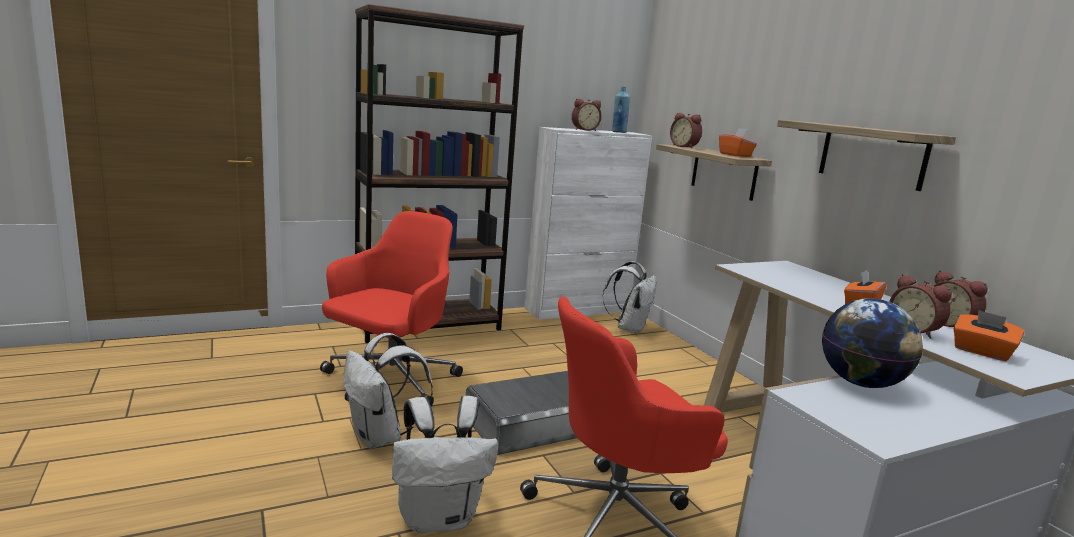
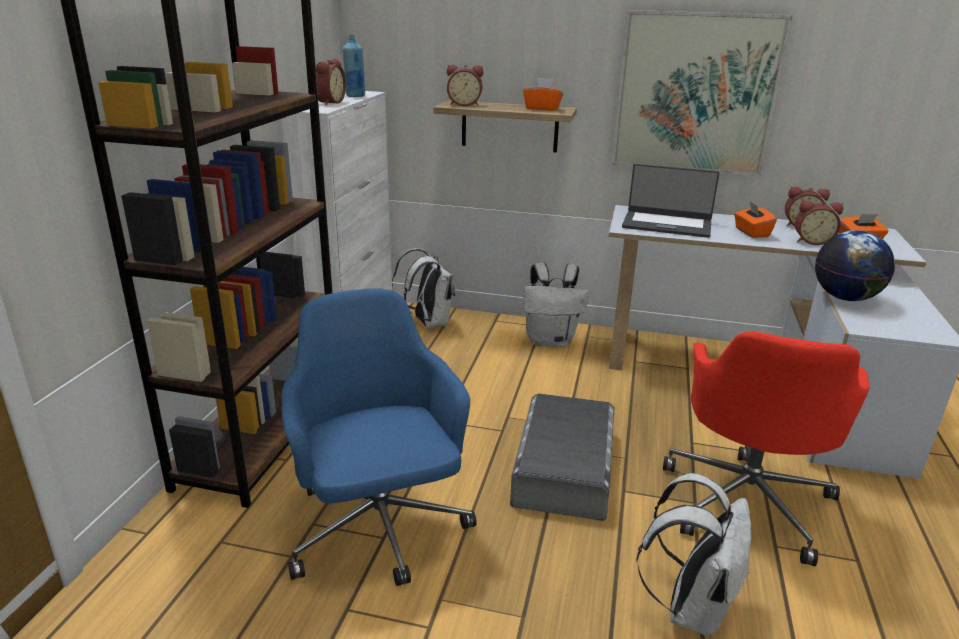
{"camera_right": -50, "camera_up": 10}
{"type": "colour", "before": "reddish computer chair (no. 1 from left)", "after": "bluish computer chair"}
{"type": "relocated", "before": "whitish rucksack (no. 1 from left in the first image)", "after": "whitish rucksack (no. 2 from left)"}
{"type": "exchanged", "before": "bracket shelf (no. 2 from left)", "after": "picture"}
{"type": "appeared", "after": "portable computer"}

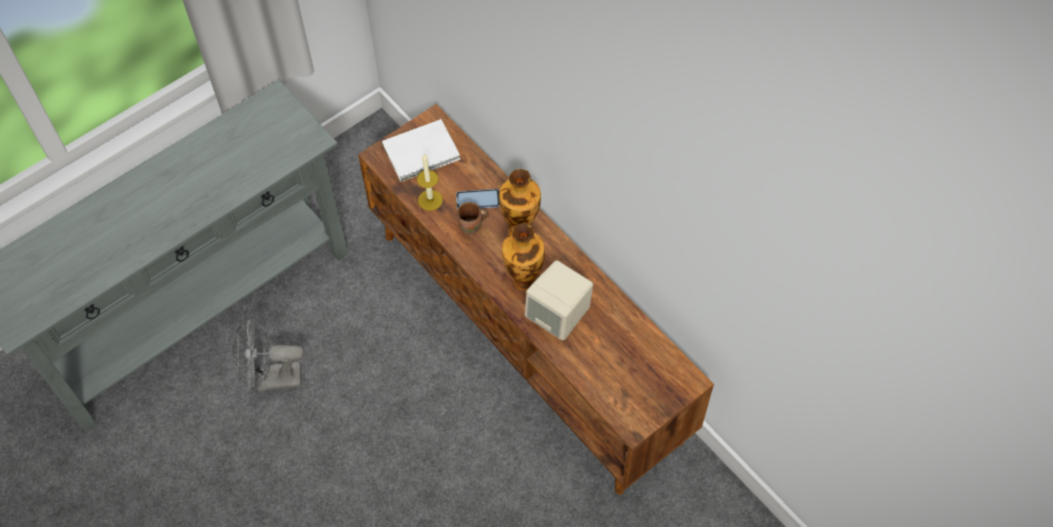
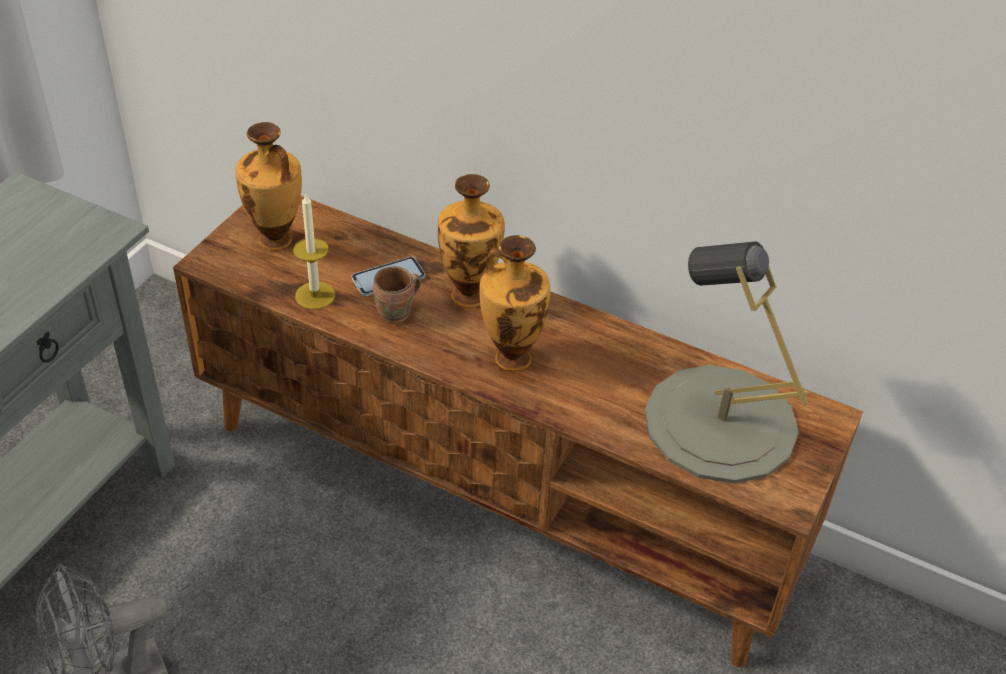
{"camera_right": -25, "camera_up": -15}
{"type": "exchanged", "before": "whitish bound book", "after": "vase (no. 1 from left)"}
{"type": "appeared", "after": "greyish tabletop lamp"}
{"type": "missing", "before": "beige audio speaker"}

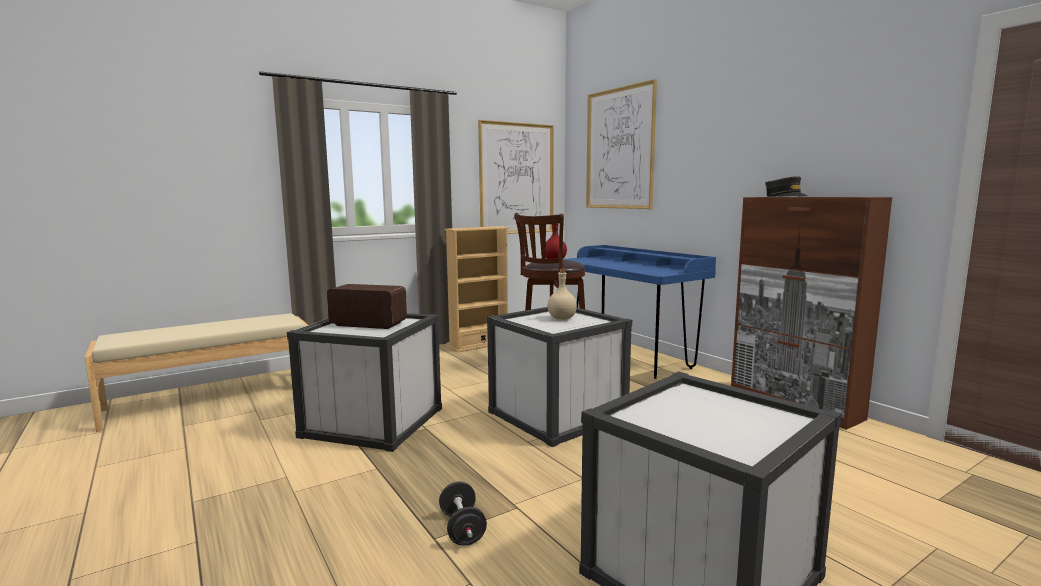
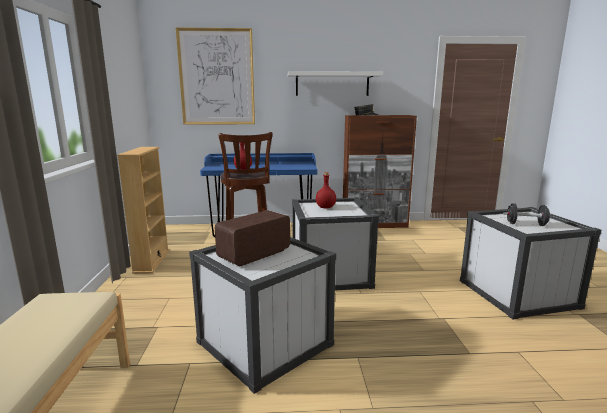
{"camera_right": -60, "camera_up": 5}
{"type": "appeared", "after": "whitish bracket shelf"}
{"type": "colour", "before": "beige drink bottle", "after": "reddish drink bottle (no. 2 from left)"}
{"type": "relocated", "before": "black free weight"}
{"type": "missing", "before": "picture (no. 1 from left)"}

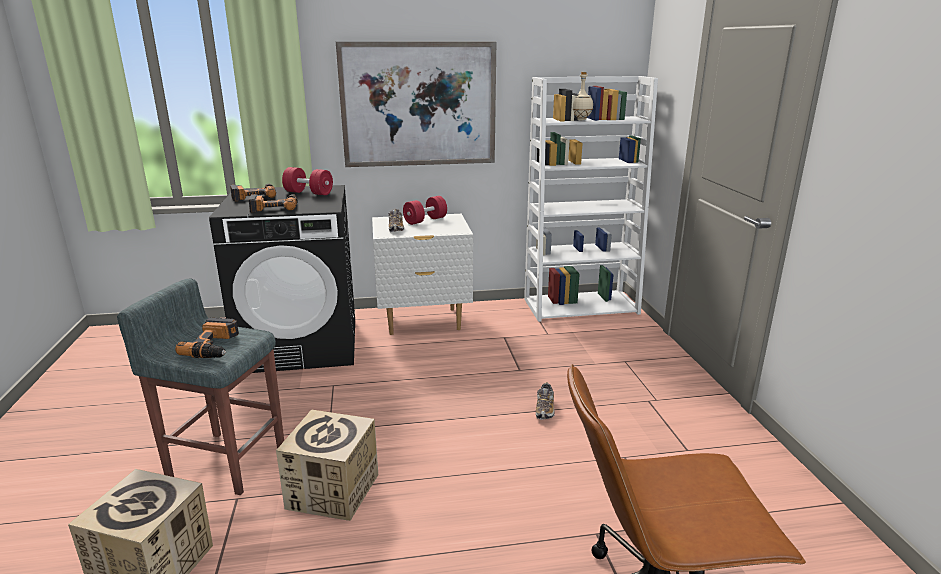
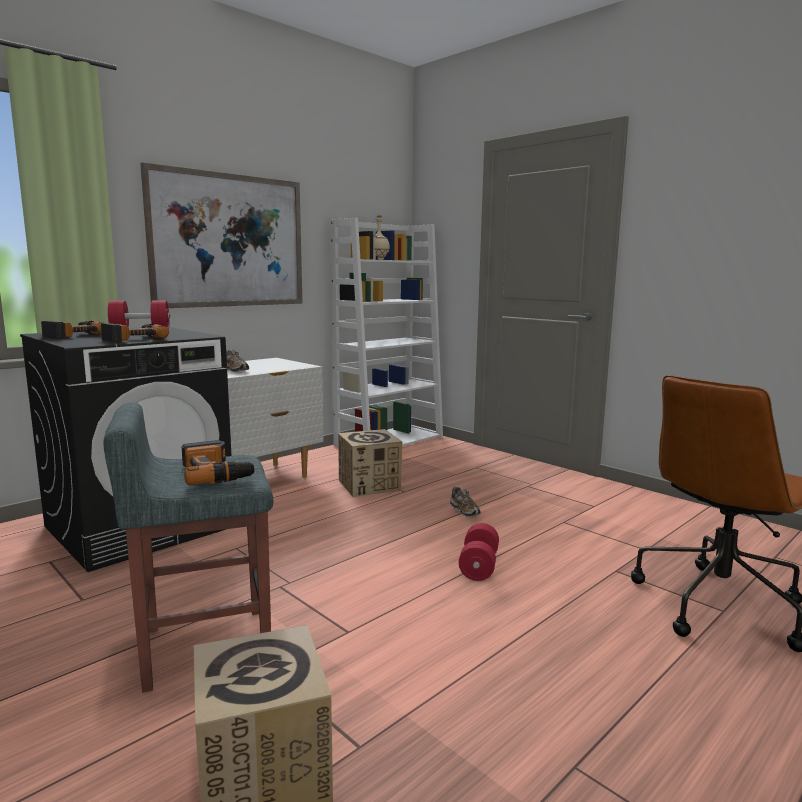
{"camera_right": -35, "camera_up": -10}
{"type": "relocated", "before": "cardboard box (no. 2 from left)"}
{"type": "relocated", "before": "reddish free weight (no. 2 from left)"}

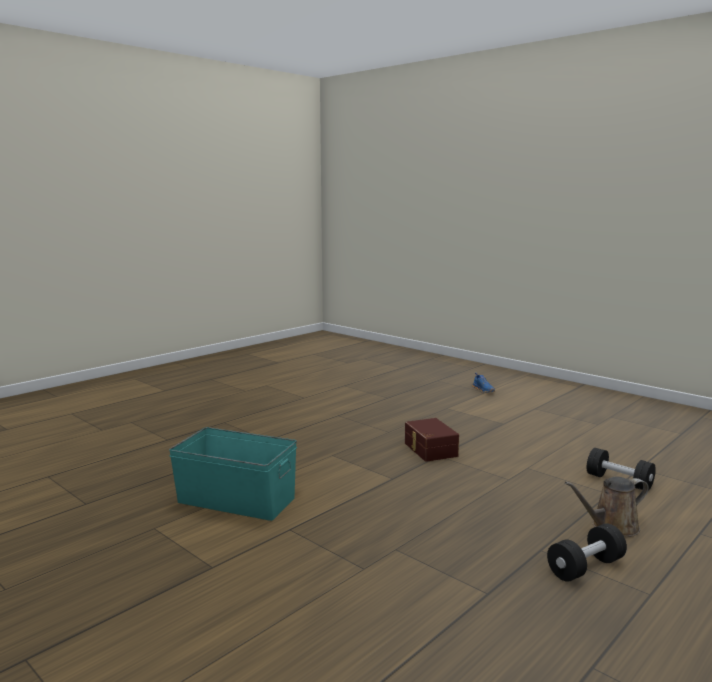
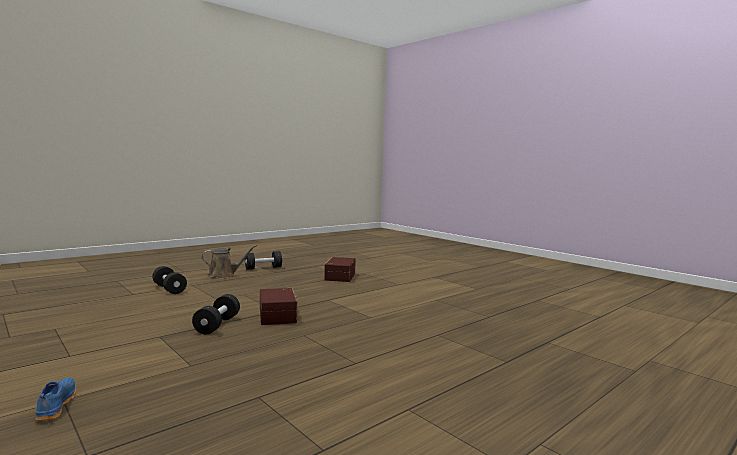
{"camera_right": -175, "camera_up": -5}
{"type": "appeared", "after": "black free weight (no. 2 from left)"}
{"type": "appeared", "after": "brown-coloured storage bin (no. 2 from left)"}
{"type": "missing", "before": "turquoise-coloured storage bin"}

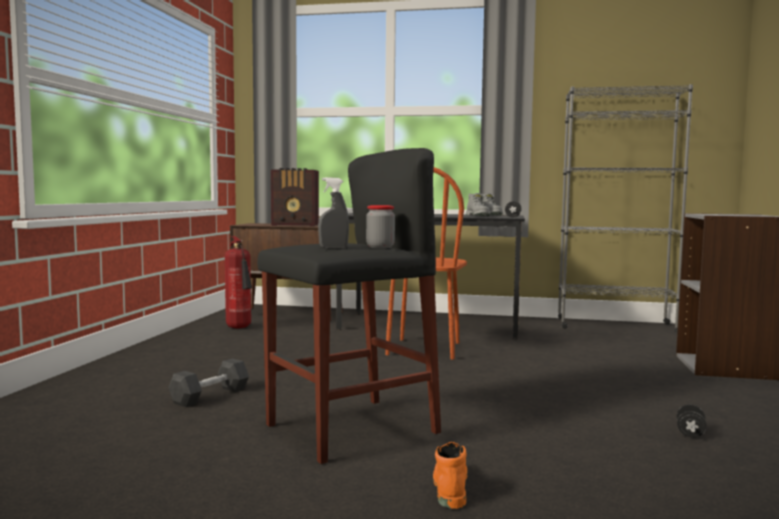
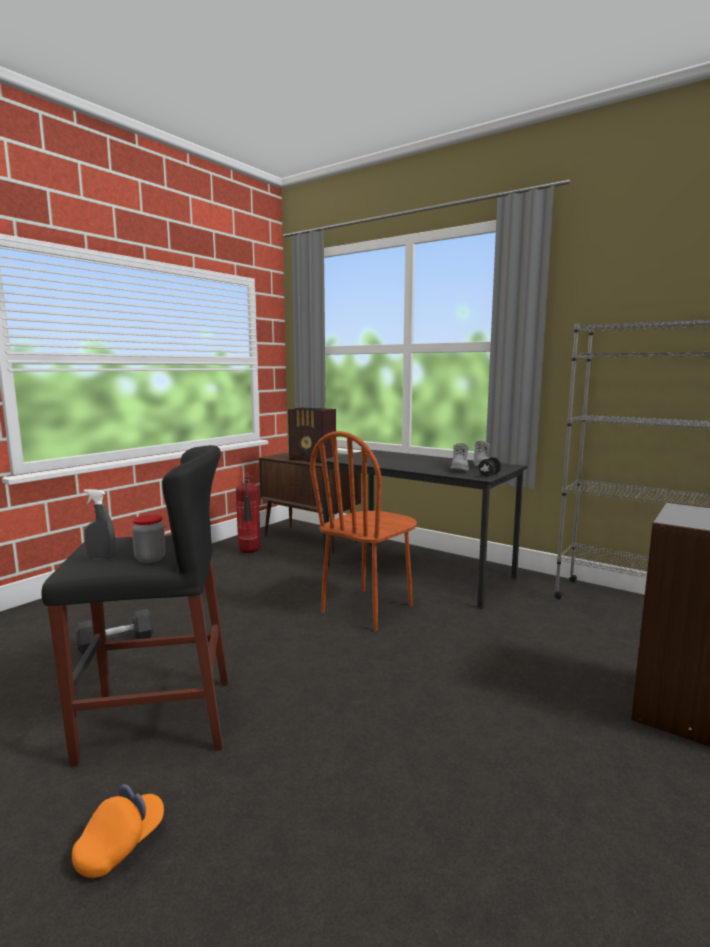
{"camera_right": 25, "camera_up": 5}
{"type": "exchanged", "before": "orange high-top boot", "after": "orange cap"}
{"type": "missing", "before": "black free weight (no. 3 from left)"}

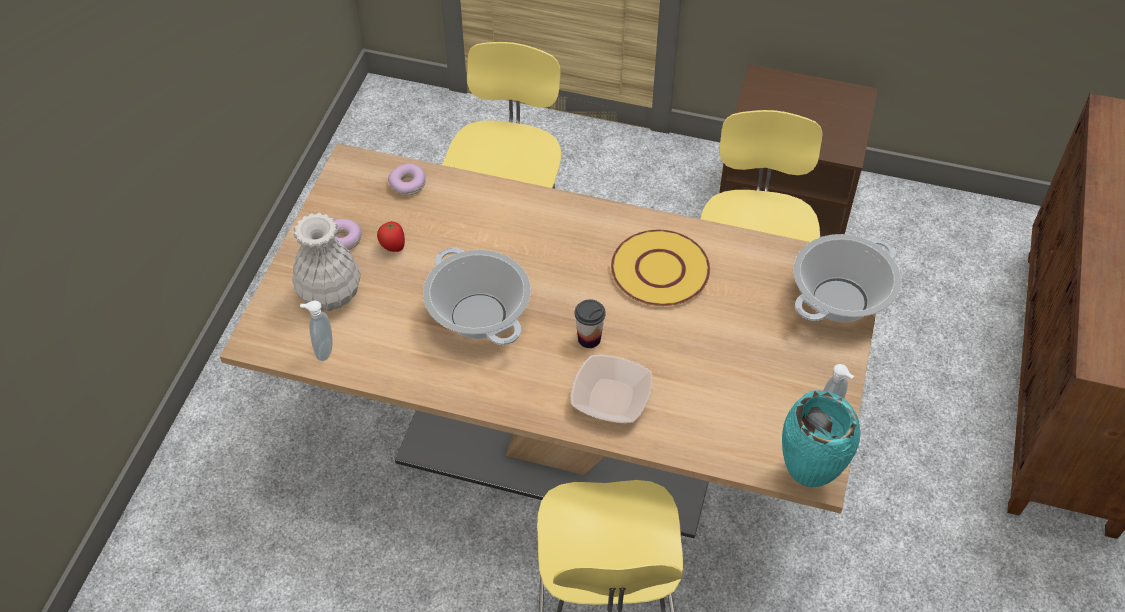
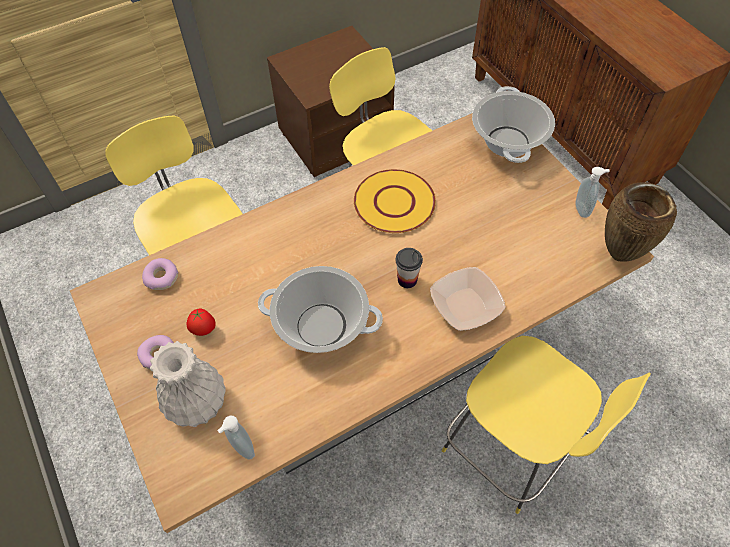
{"camera_right": -45, "camera_up": 5}
{"type": "colour", "before": "turquoise-coloured vase", "after": "brown-coloured vase"}

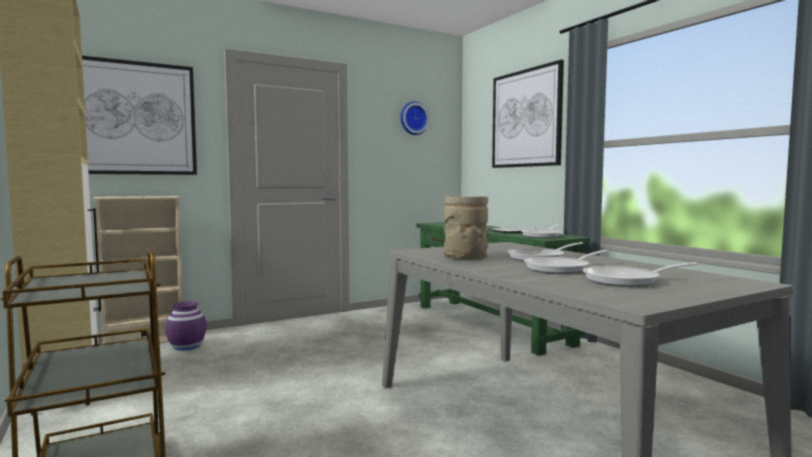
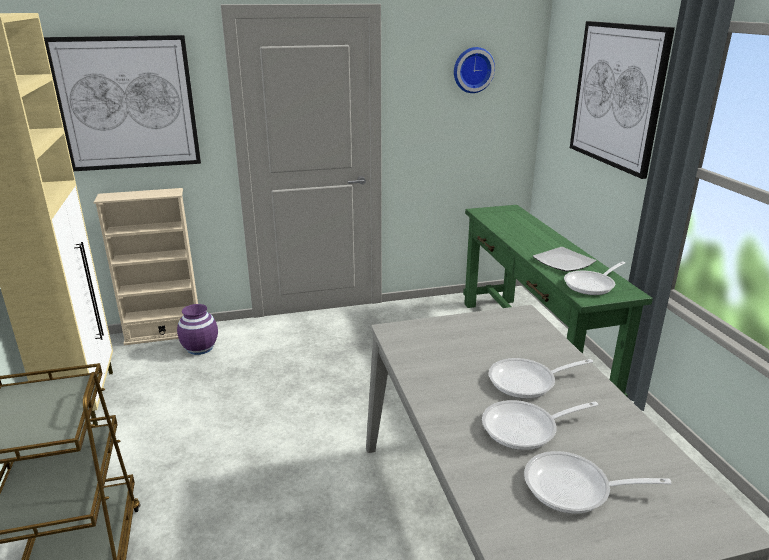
{"camera_right": 15, "camera_up": 20}
{"type": "missing", "before": "beige vase"}

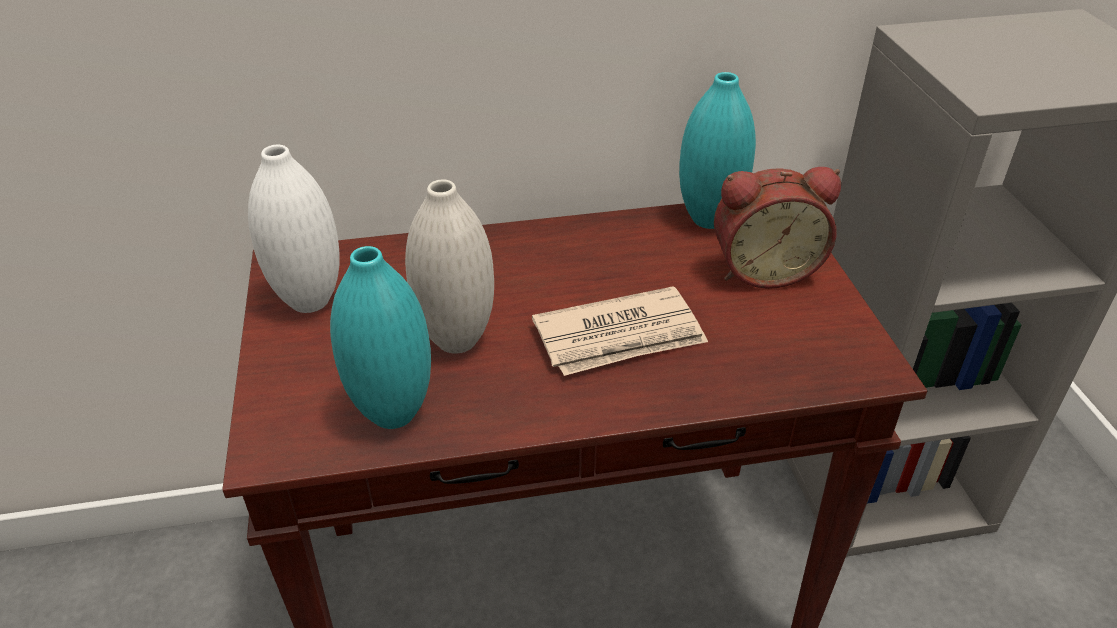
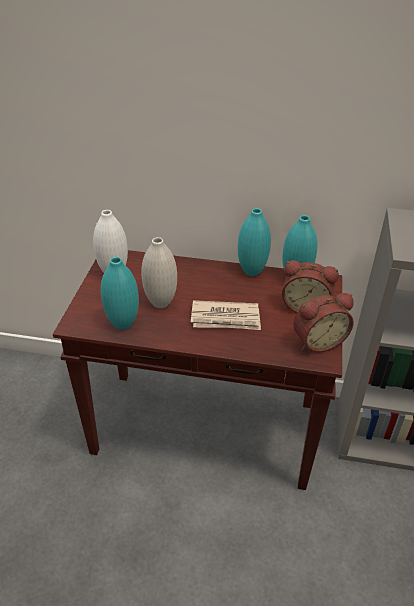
{"camera_right": 20, "camera_up": 0}
{"type": "appeared", "after": "turquoise-coloured vase (no. 2 from left)"}
{"type": "appeared", "after": "table clock (no. 2 from left)"}

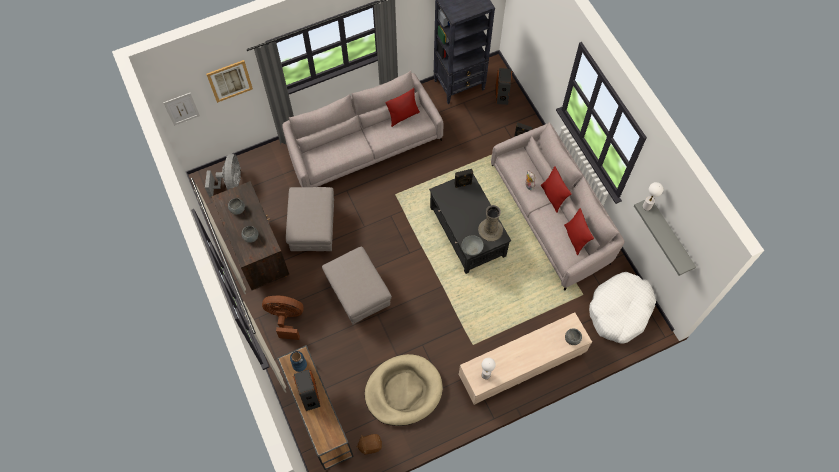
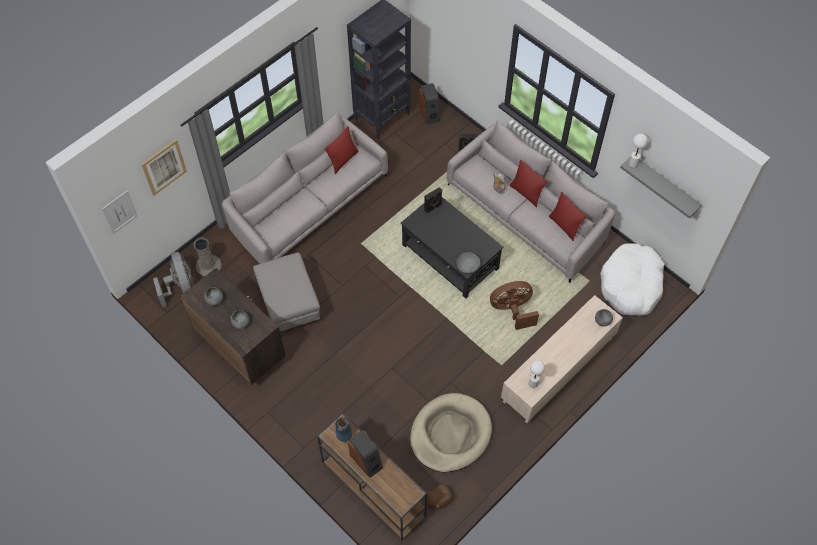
{"camera_right": -20, "camera_up": -5}
{"type": "relocated", "before": "beige vase"}
{"type": "relocated", "before": "brown-coloured fan"}
{"type": "missing", "before": "greyish ottoman (no. 2 from left)"}

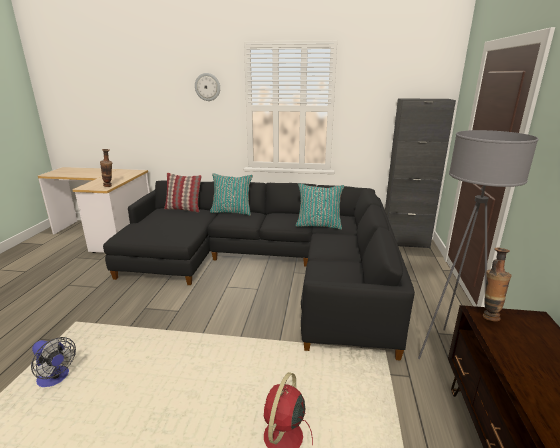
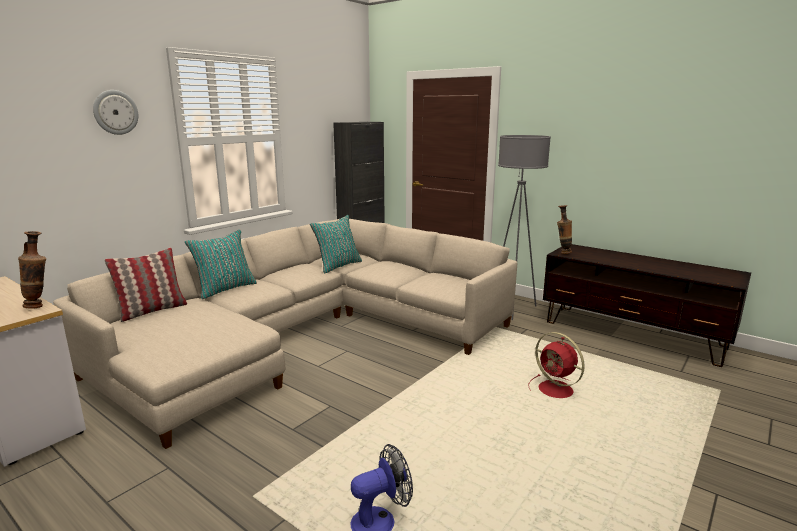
{"camera_right": -60, "camera_up": -5}
{"type": "colour", "before": "black settee", "after": "beige settee"}

